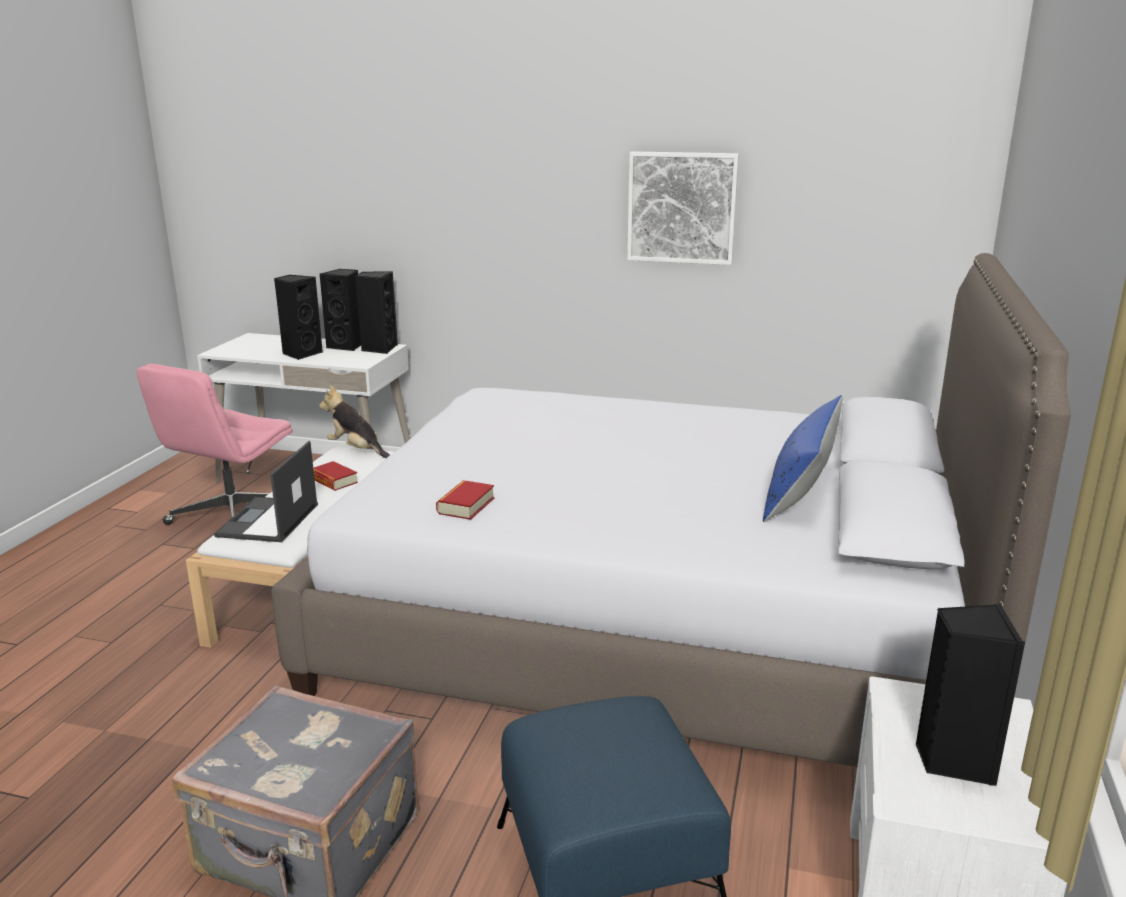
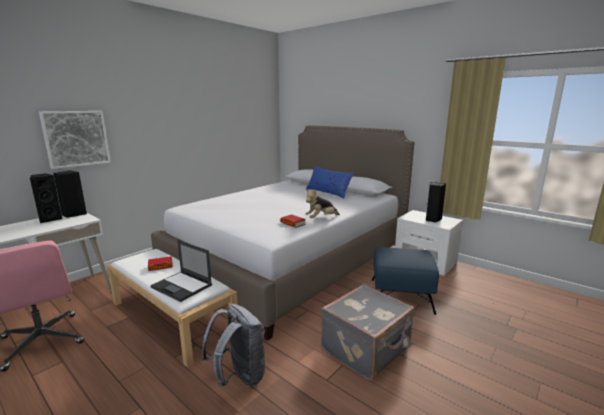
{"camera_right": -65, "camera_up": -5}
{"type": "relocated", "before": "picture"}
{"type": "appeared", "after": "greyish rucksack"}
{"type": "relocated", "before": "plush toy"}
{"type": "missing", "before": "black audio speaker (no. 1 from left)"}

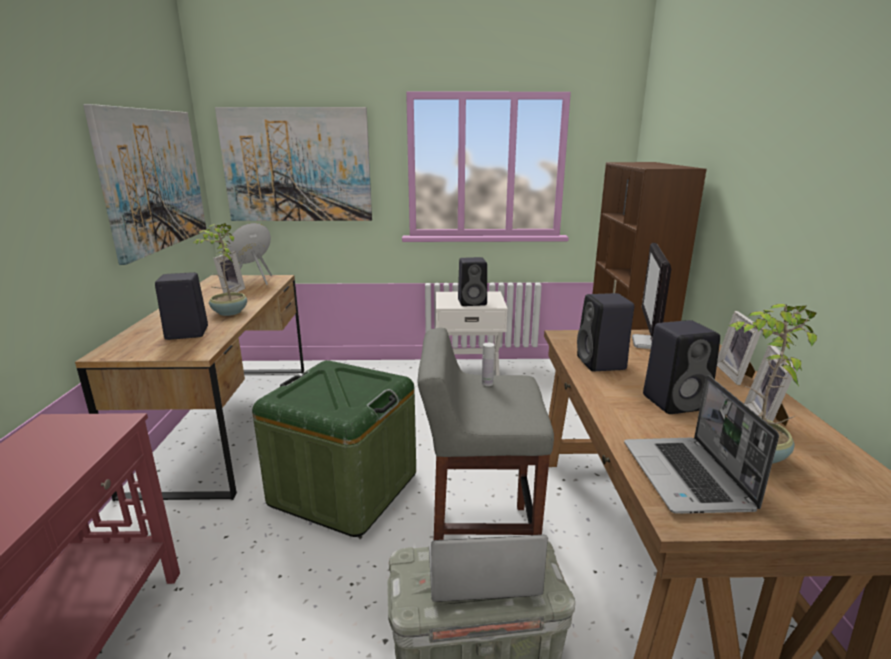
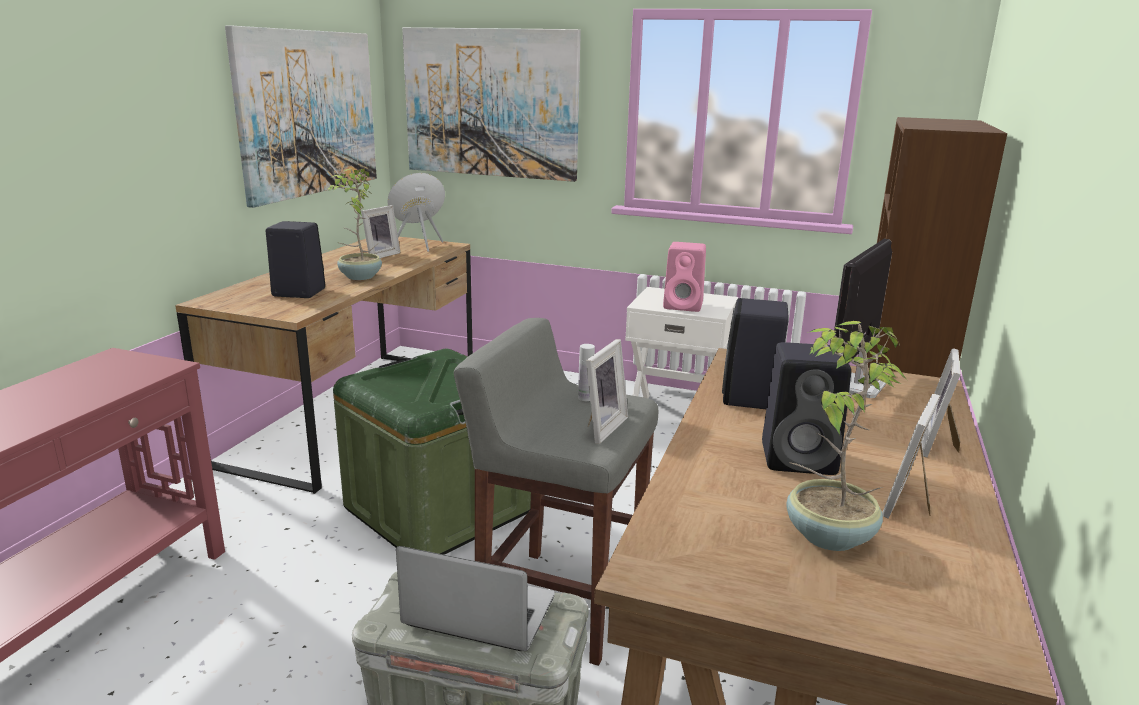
{"camera_right": 20, "camera_up": 0}
{"type": "appeared", "after": "picture frame (no. 2 from left)"}
{"type": "colour", "before": "black audio speaker (no. 2 from left)", "after": "pinkish audio speaker"}
{"type": "missing", "before": "portable computer (no. 2 from left)"}

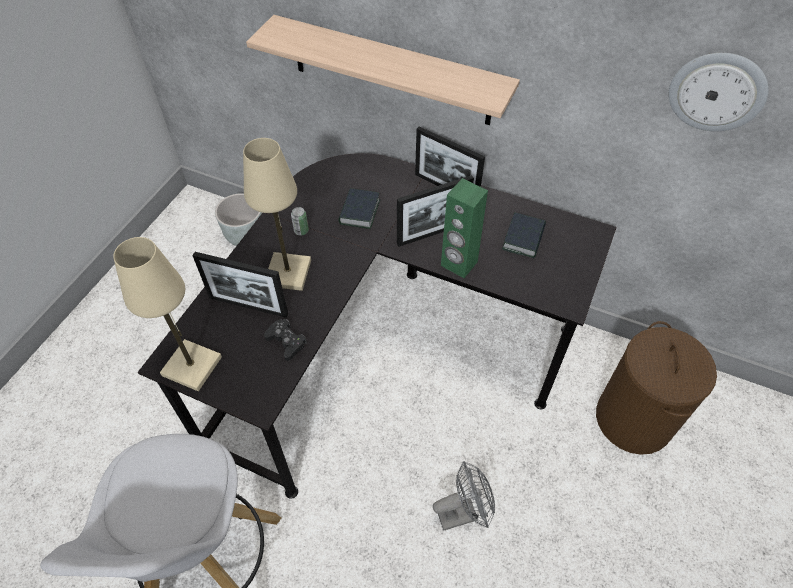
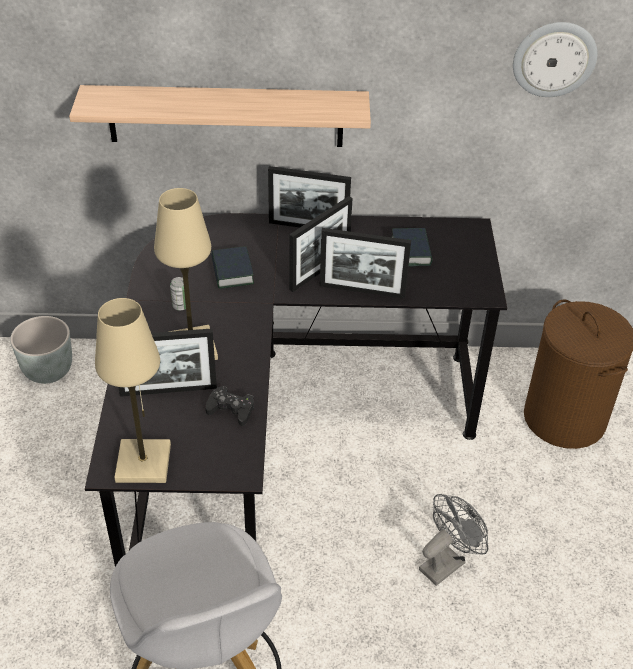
{"camera_right": -25, "camera_up": -10}
{"type": "exchanged", "before": "green audio speaker", "after": "picture frame (no. 4 from left)"}

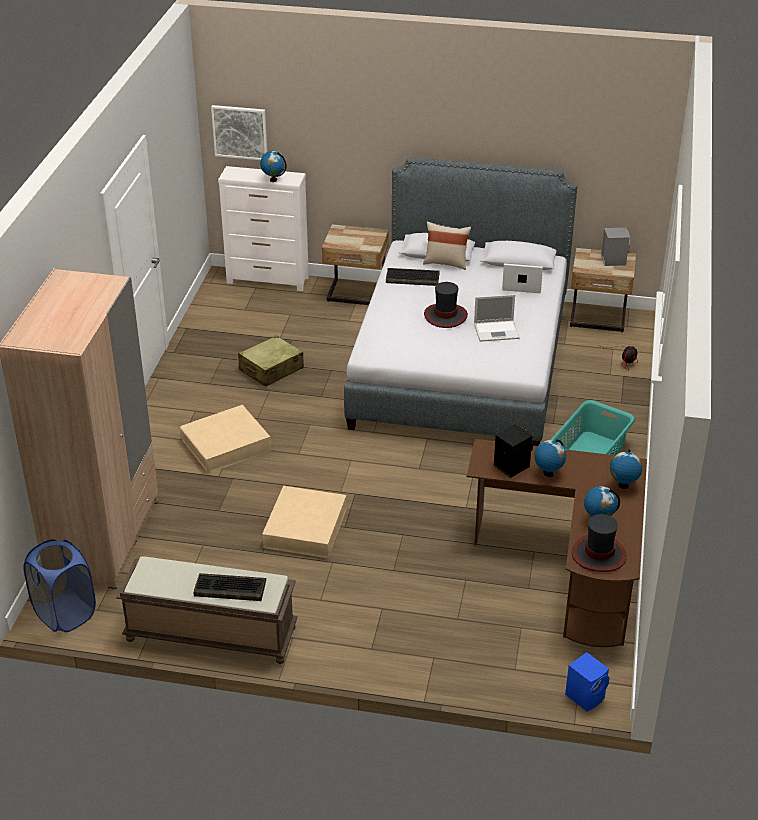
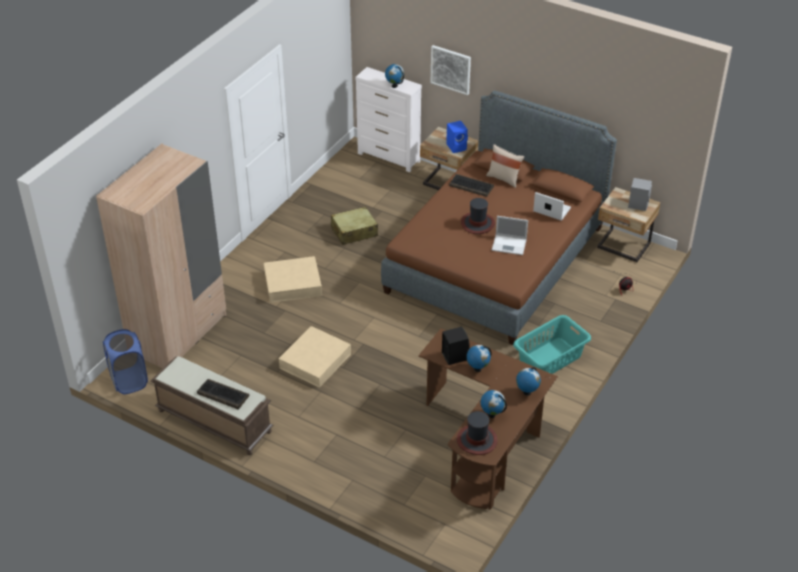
{"camera_right": 20, "camera_up": 5}
{"type": "colour", "before": "greyish sleeping bed", "after": "brown-coloured sleeping bed"}
{"type": "relocated", "before": "picture"}
{"type": "relocated", "before": "bluish audio speaker"}

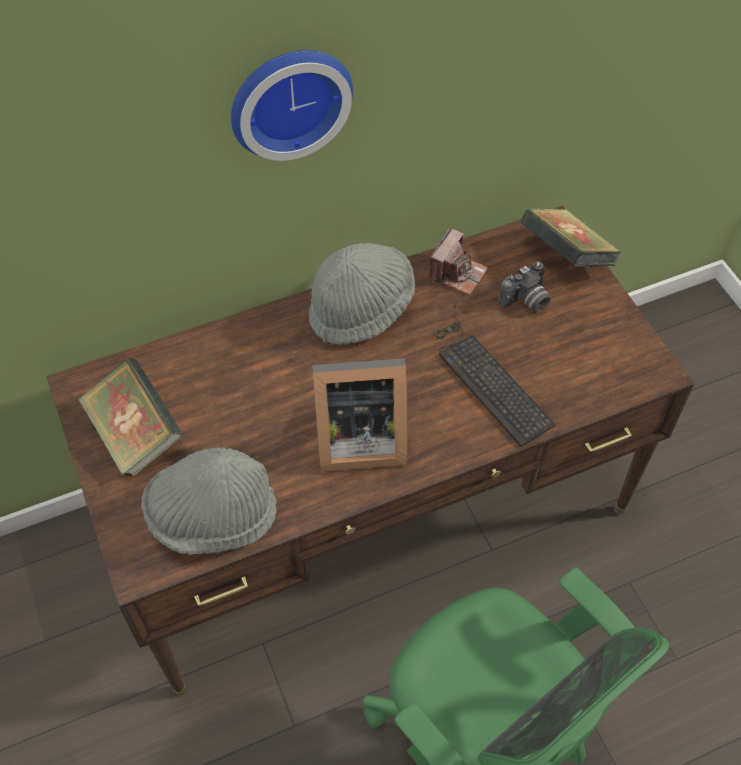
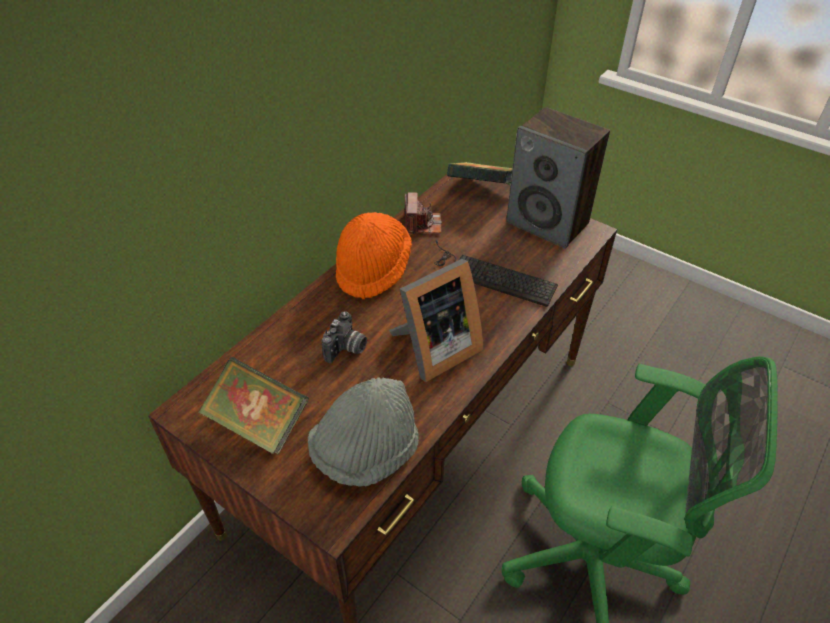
{"camera_right": -30, "camera_up": -10}
{"type": "relocated", "before": "still camera (no. 2 from left in the first image)", "after": "still camera (no. 1 from left)"}
{"type": "colour", "before": "greyish clothing hat (no. 2 from left)", "after": "orange clothing hat"}
{"type": "appeared", "after": "audio speaker"}
{"type": "missing", "before": "wall clock"}

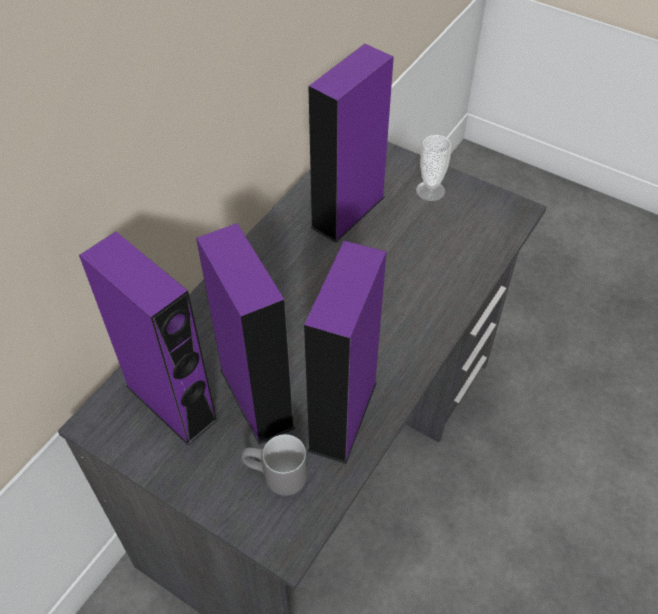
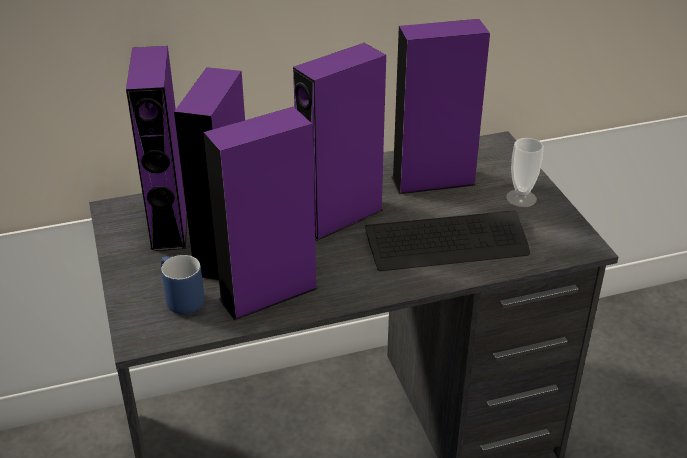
{"camera_right": 40, "camera_up": -15}
{"type": "colour", "before": "greyish tea mug", "after": "bluish tea mug"}
{"type": "appeared", "after": "purplish audio speaker (no. 4 from left)"}
{"type": "appeared", "after": "PC keyboard"}

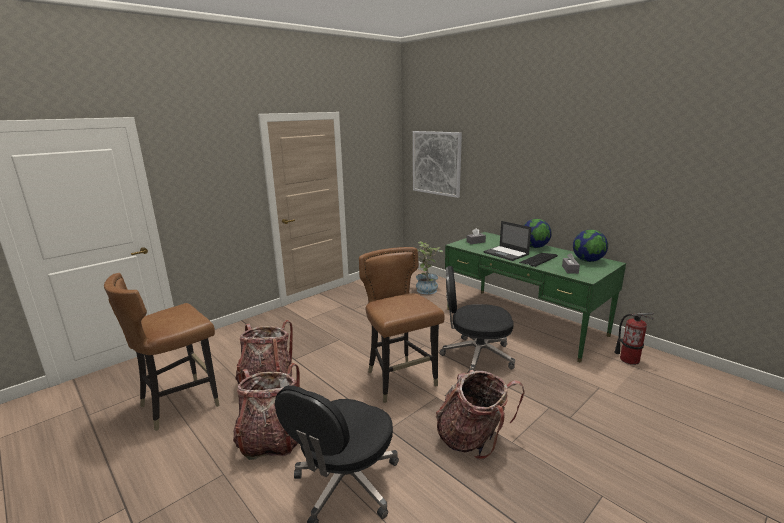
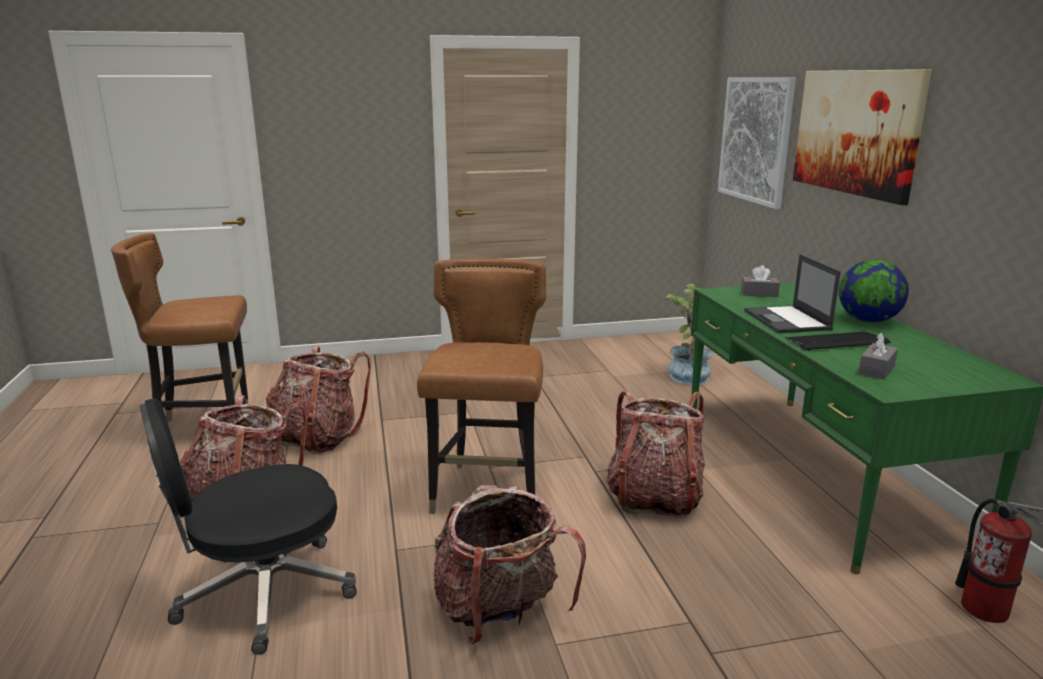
{"camera_right": 30, "camera_up": 0}
{"type": "exchanged", "before": "black computer chair (no. 2 from left)", "after": "rucksack (no. 4 from left)"}
{"type": "appeared", "after": "picture (no. 2 from left)"}
{"type": "missing", "before": "world globe (no. 2 from left)"}

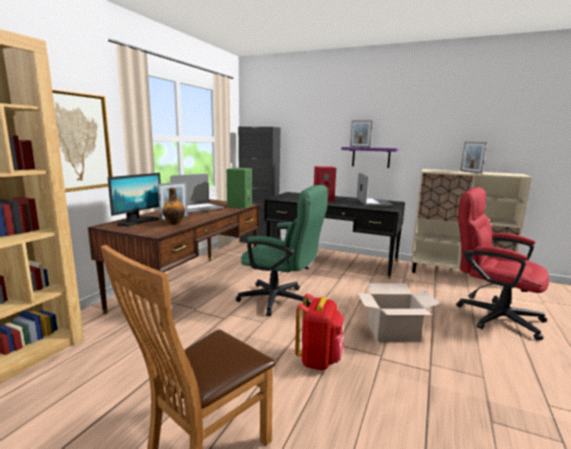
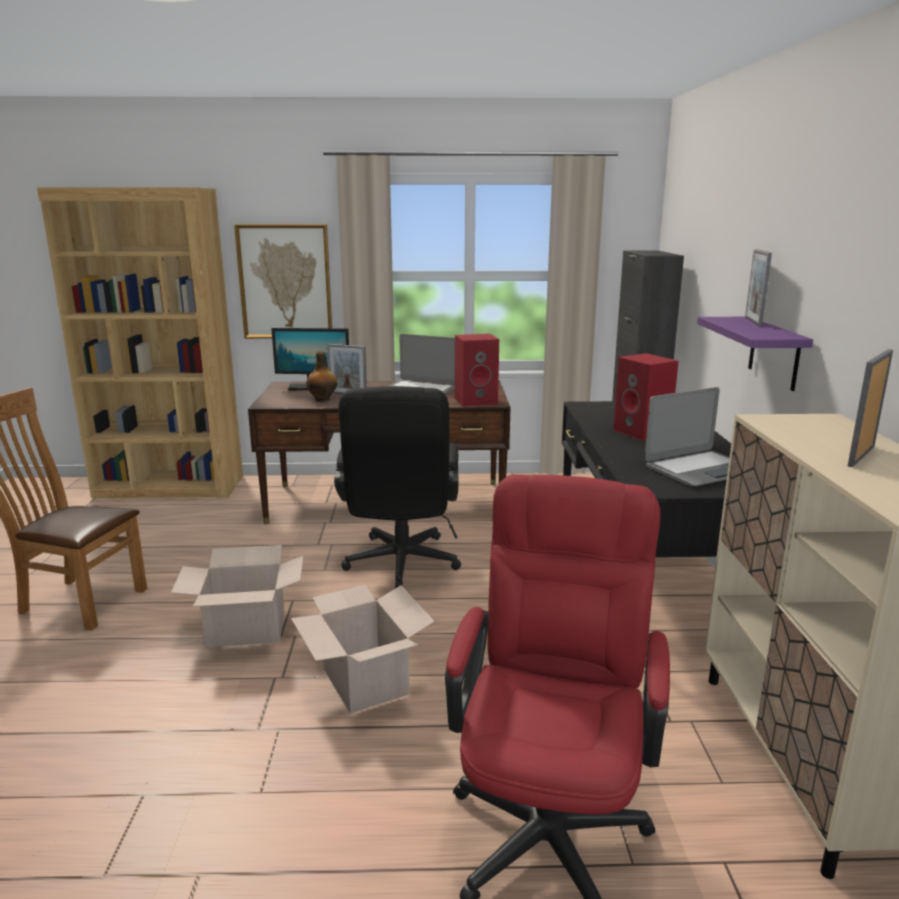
{"camera_right": 65, "camera_up": 5}
{"type": "exchanged", "before": "reddish rucksack", "after": "cardboard box (no. 1 from left)"}
{"type": "colour", "before": "green computer chair", "after": "black computer chair"}
{"type": "colour", "before": "green audio speaker", "after": "reddish audio speaker (no. 1 from left)"}

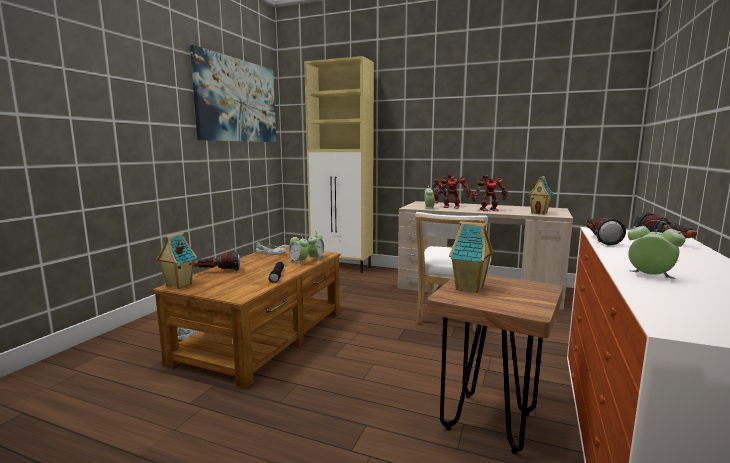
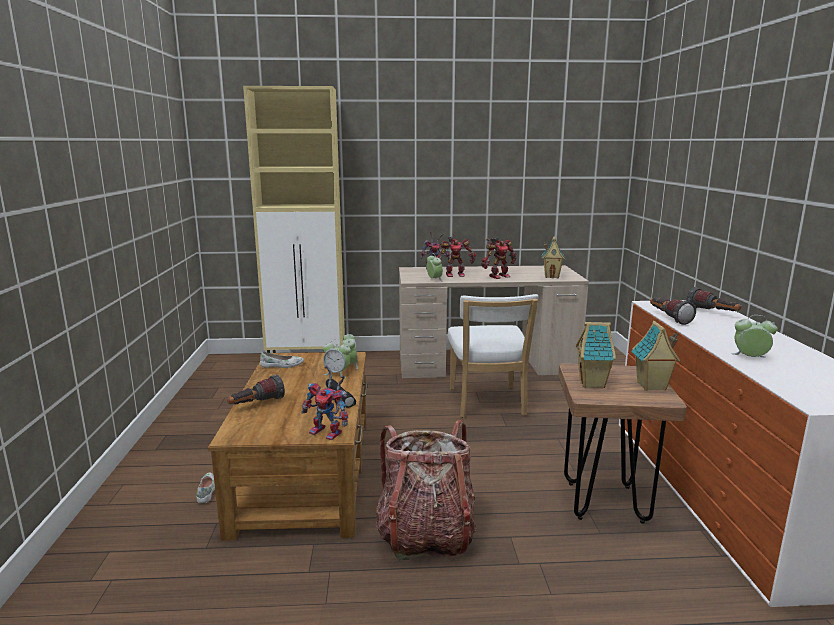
{"camera_right": -25, "camera_up": 5}
{"type": "appeared", "after": "model robot (no. 1 from left)"}
{"type": "appeared", "after": "rucksack"}
{"type": "relocated", "before": "model house (no. 1 from left in the first image)", "after": "model house (no. 3 from left)"}
{"type": "missing", "before": "picture"}

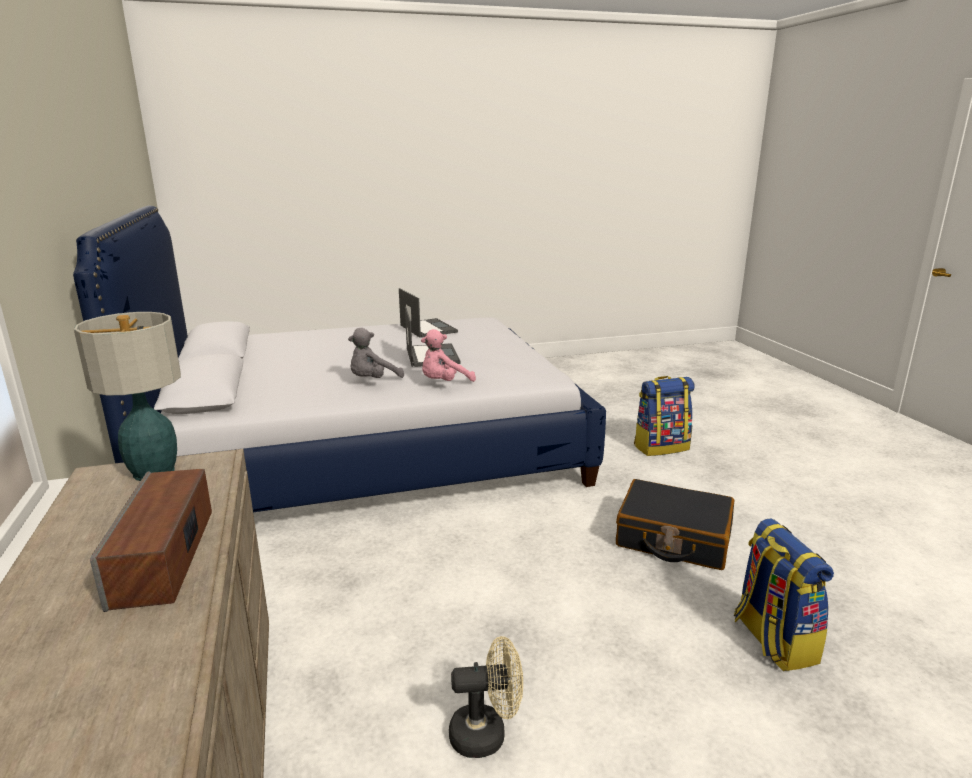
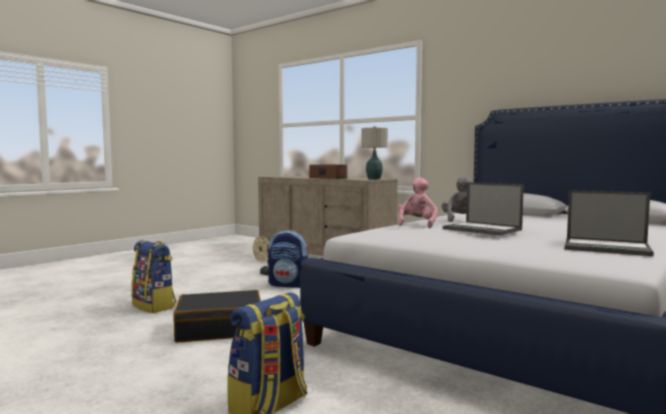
{"camera_right": 145, "camera_up": -15}
{"type": "appeared", "after": "rucksack (no. 3 from left)"}

